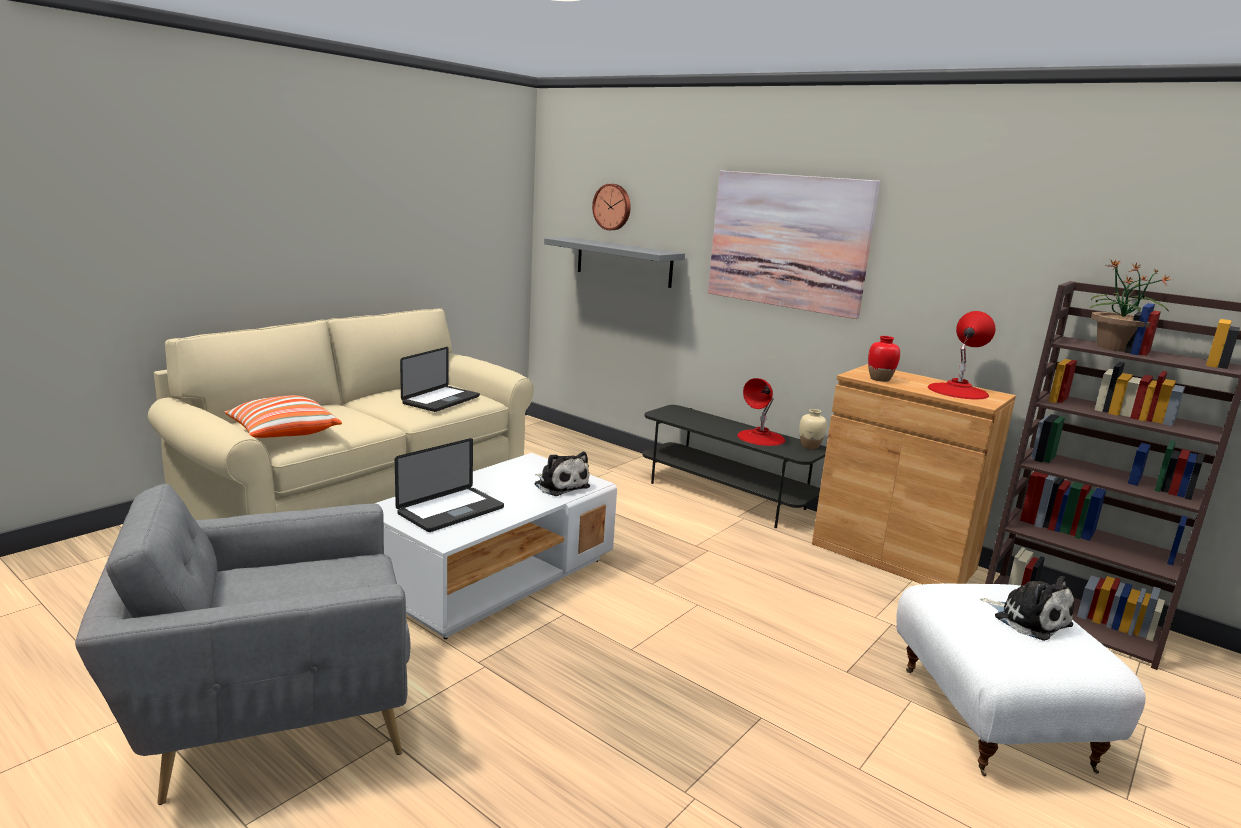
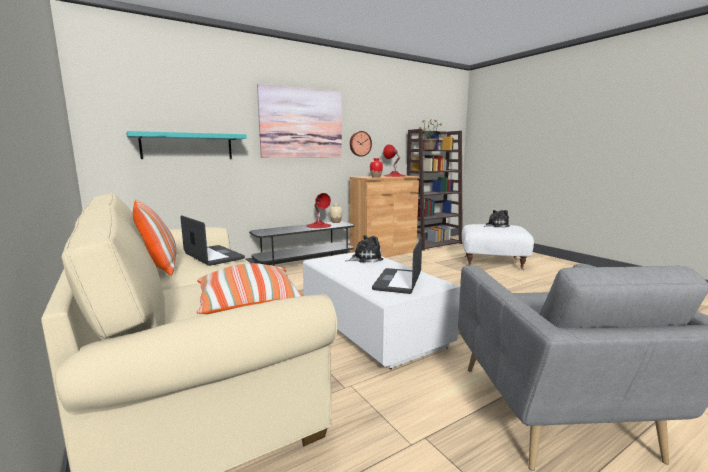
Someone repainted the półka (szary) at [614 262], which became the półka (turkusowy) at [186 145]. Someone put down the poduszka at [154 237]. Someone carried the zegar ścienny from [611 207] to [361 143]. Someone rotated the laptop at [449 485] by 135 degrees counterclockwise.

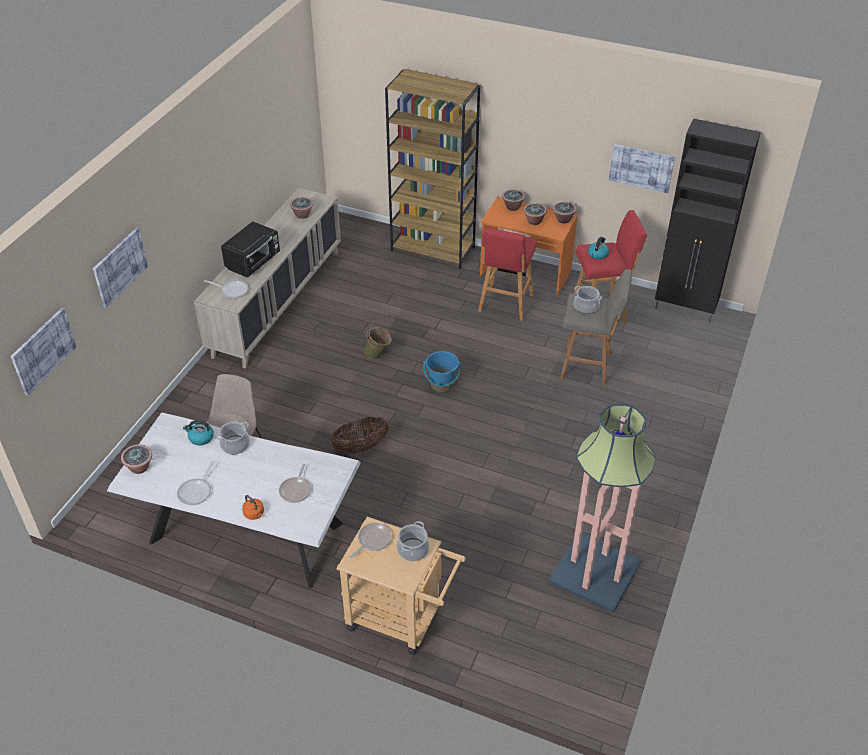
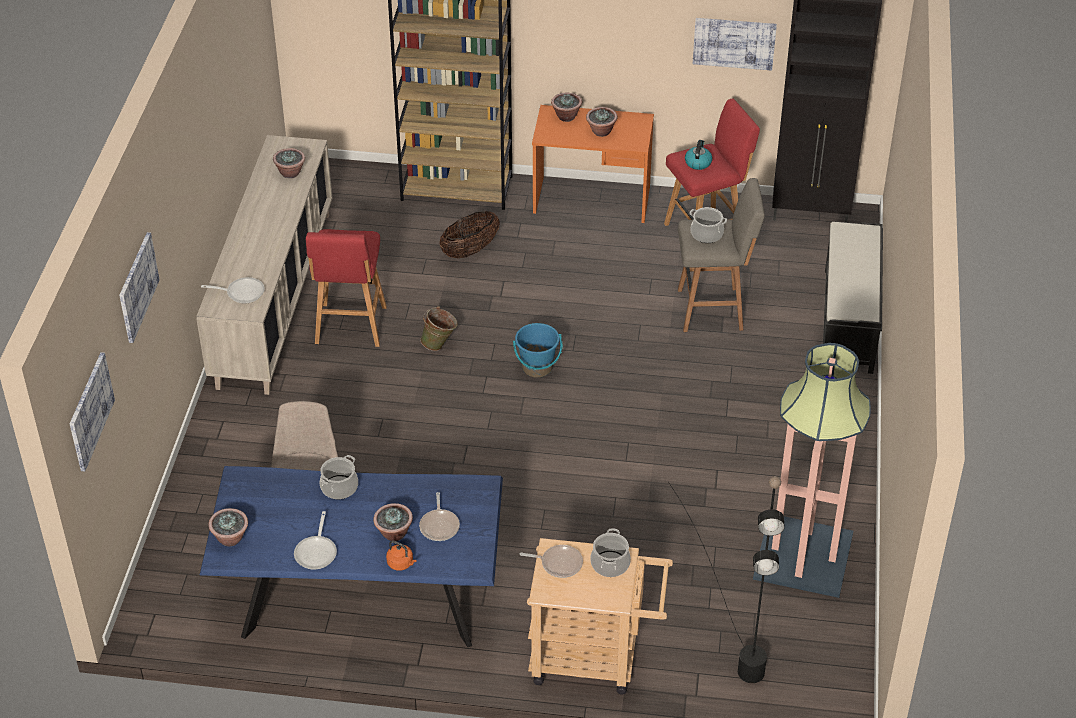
Someone repainted the stół jadalny (biały) at [234 500], which became the stół jadalny (niebieski) at [351 556]. Someone carried the stołek (czerwony) from [507 274] to [346 288]. Someone carried the roślina doniczkowa from [564 213] to [393 522]. Someone carried the koszyk from [359 435] to [469 234]. Someone rotated the patelnia at [370 540] by 75 degrees clockwise. Someone put down the lampa stojąca (czarny) at [726 579]. Someone put down the ławka (czarny) at [853 298]. Someone took away the czajnik at [198 432]. Someone took away the mikrofalówka (czarny) at [250 249].

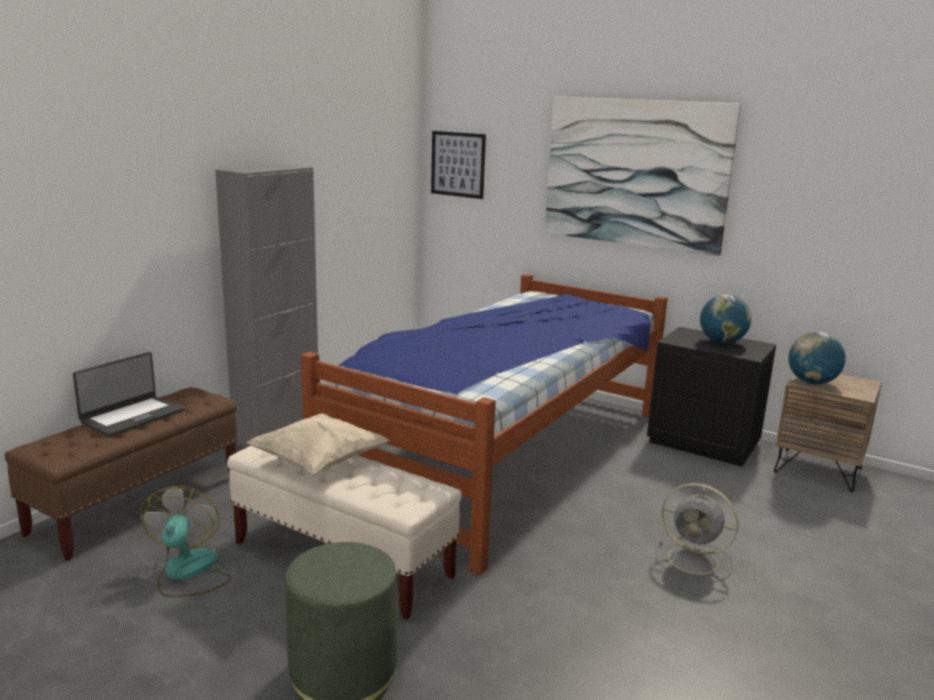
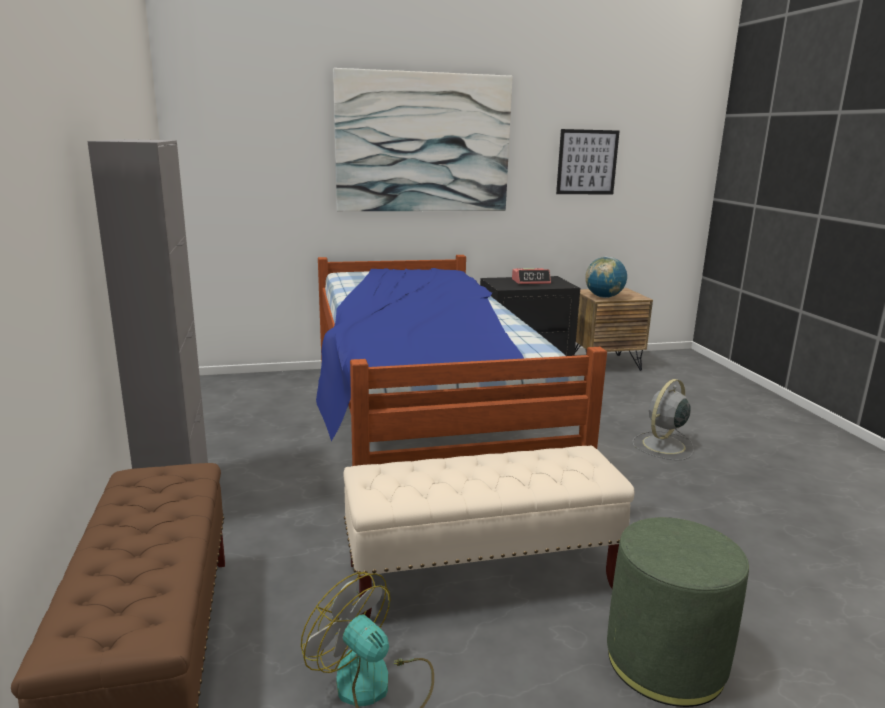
Someone swapped the globus at [726 319] for the budzik at [531 276]. Someone carried the obraz from [458 165] to [588 161]. Someone rotated the wentylator (szary) at [697 533] by 150 degrees clockwise. Someone took away the laptop at [128 394]. Someone took away the poduszka (beżowy) at [318 444].

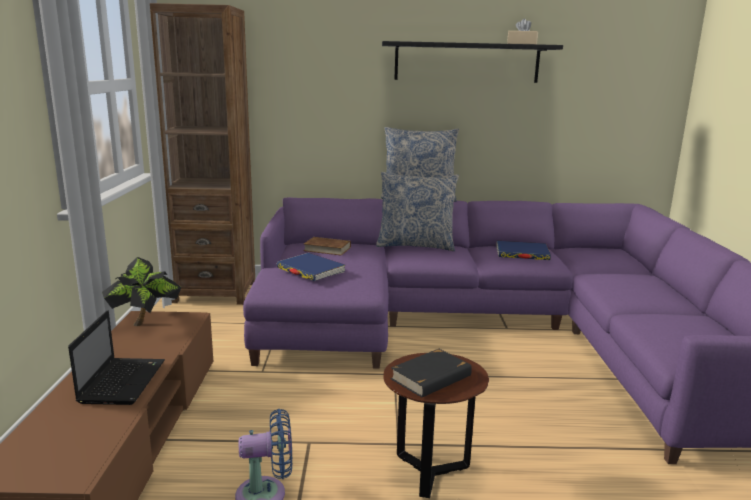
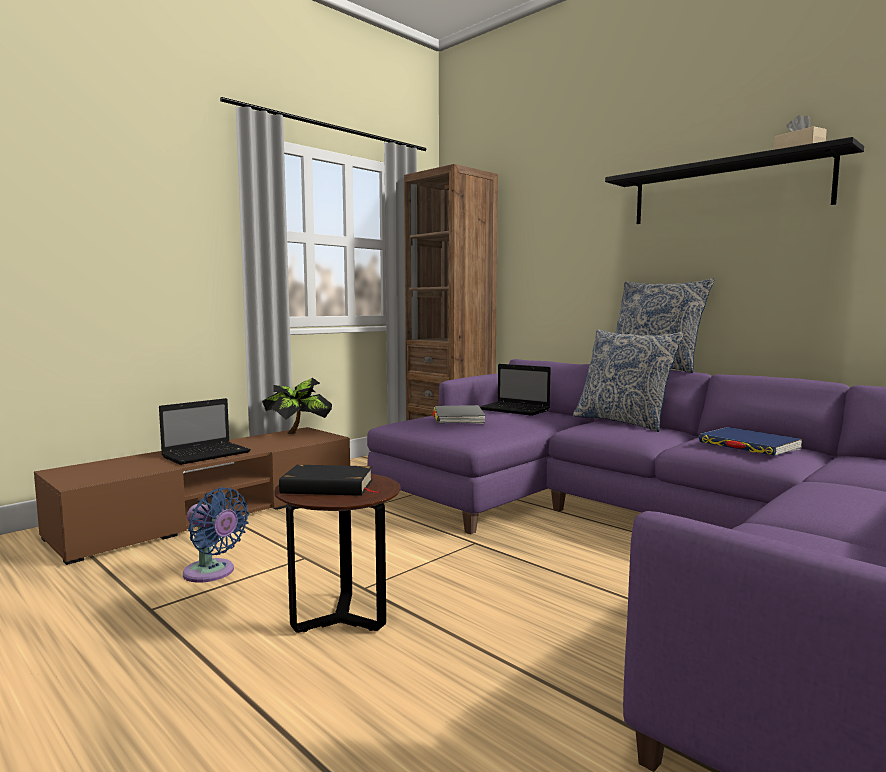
Someone repainted the książka (niebieski) at [310 267], which became the książka (szary) at [459 414]. Someone swapped the książka (brązowy) at [327 246] for the laptop at [515 390].

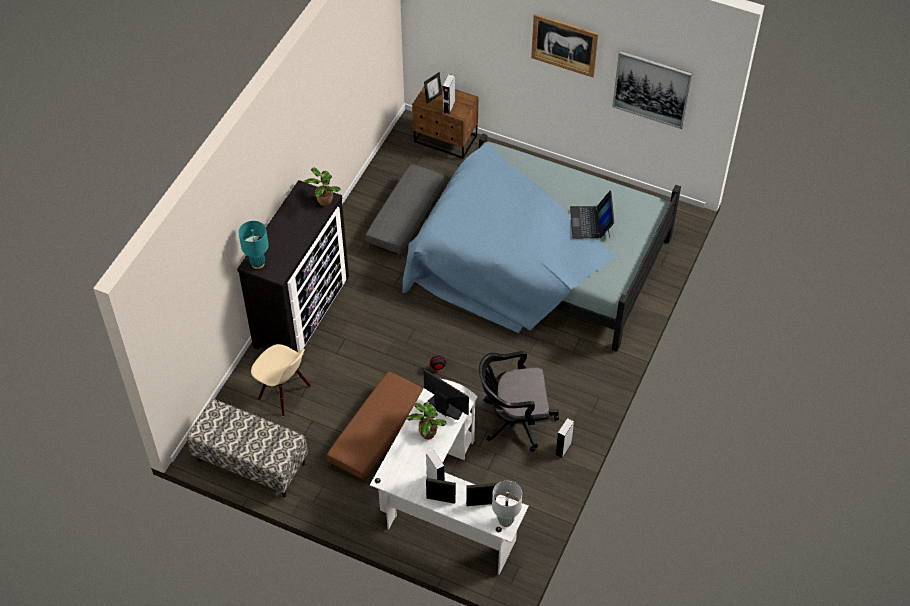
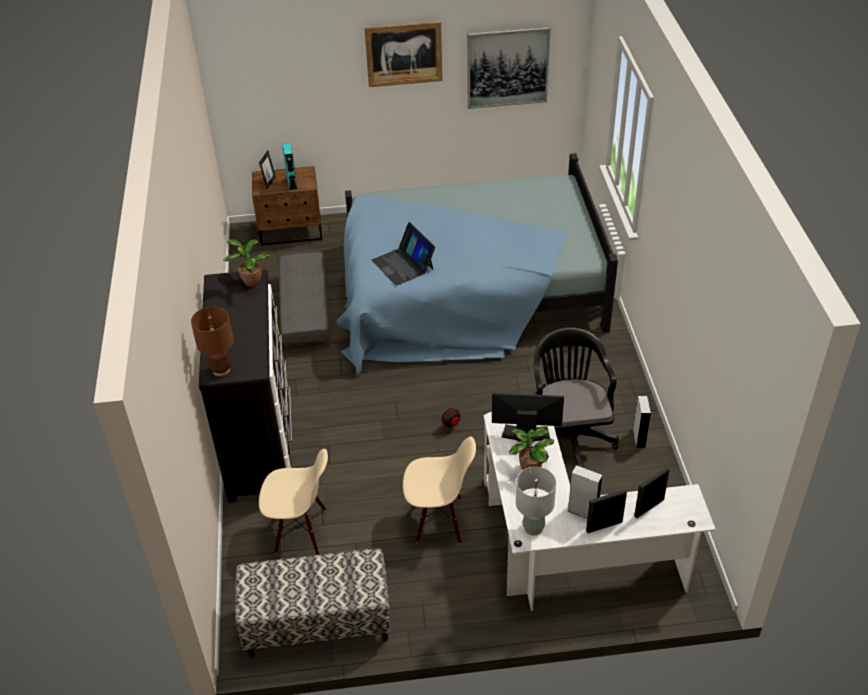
Someone repainted the lampa stołowa (turkusowy) at [254 245], which became the lampa stołowa (brązowy) at [212 341]. Someone repainted the głośnik (szary) at [449 94], which became the głośnik (turkusowy) at [289 167]. Someone carried the laptop from [592 214] to [403 254]. Someone swapped the pufa (brązowy) at [375 428] for the krzesło (beżowy) at [439 490]. Someone carried the lampa stołowa (szary) from [507 504] to [536 501]. Someone rotated the krzesło biurowe (czarny) at [519 401] by 120 degrees clockwise.

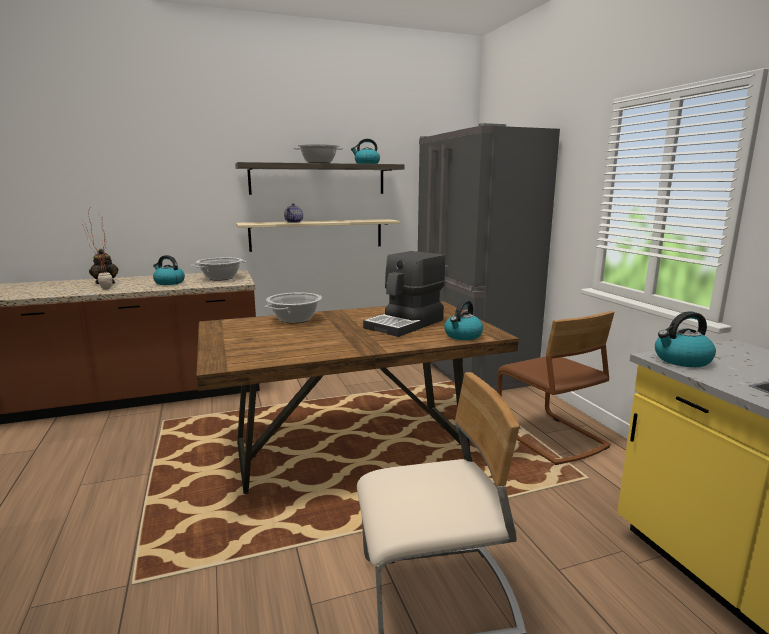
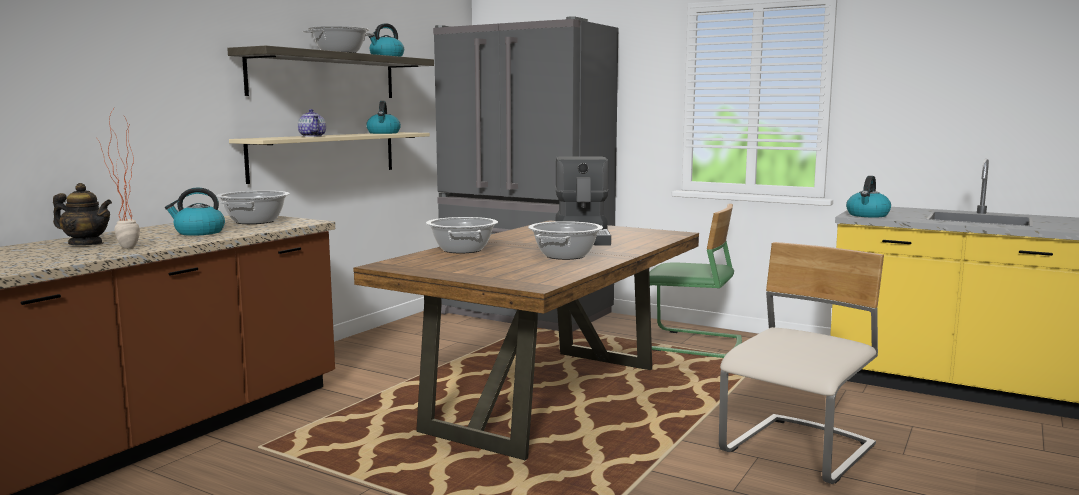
Someone carried the czajnik from [463 320] to [383 117]. Someone put down the garnek at [565 240]. Someone repainted the krzesło (brązowy) at [556 388], which became the krzesło (zielony) at [695 281].

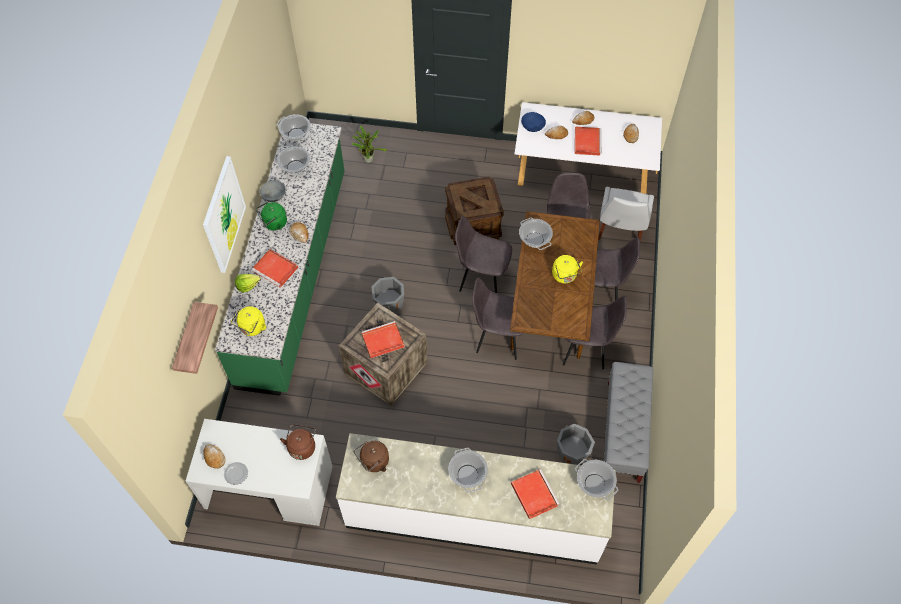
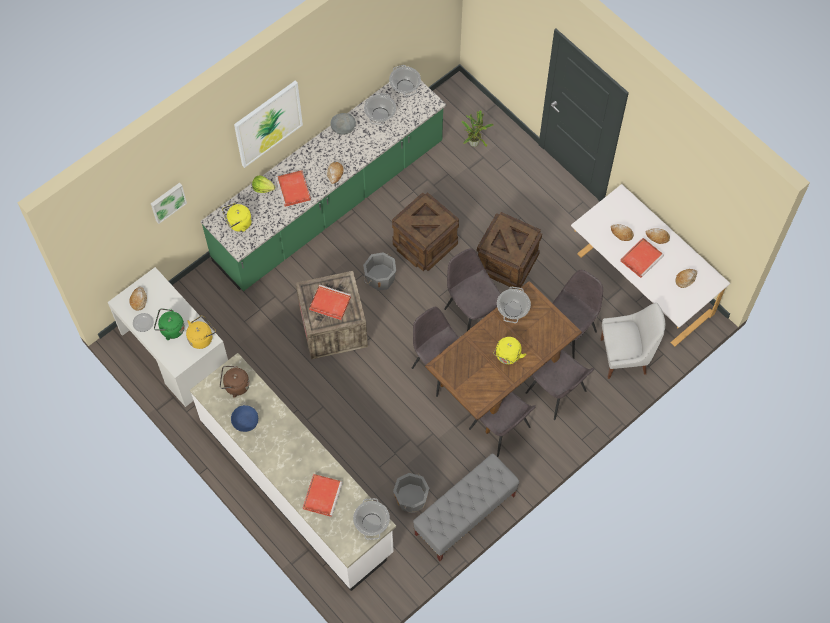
Someone swapped the półka at [195 338] for the obraz at [169 203]. Someone carried the czajnik (zielony) from [271 216] to [169 324]. Someone repainted the czajnik (brązowy) at [298 442], which became the czajnik (żółty) at [201 332]. Someone carried the miska (niebieski) from [533 122] to [244 418]. Someone put down the skrzynka at [425 231]. Someone rotated the krzesło (biały) at [626 214] by 150 degrees counterclockwise. Someone took away the garnek at [468 470].

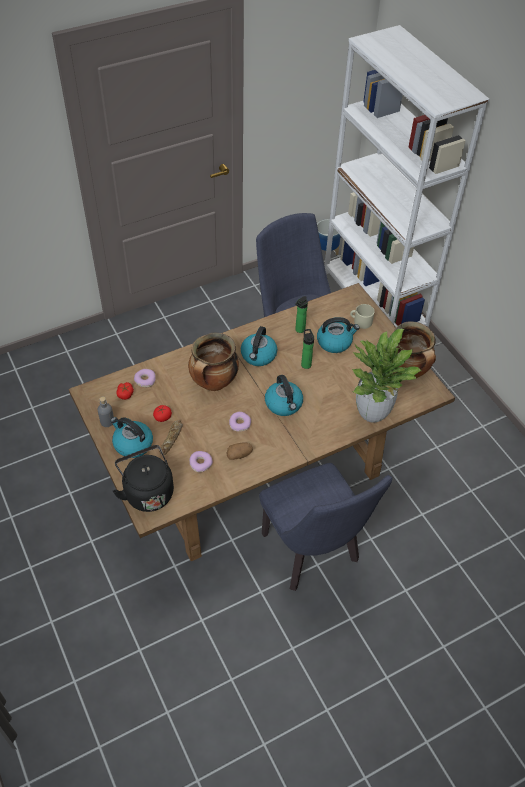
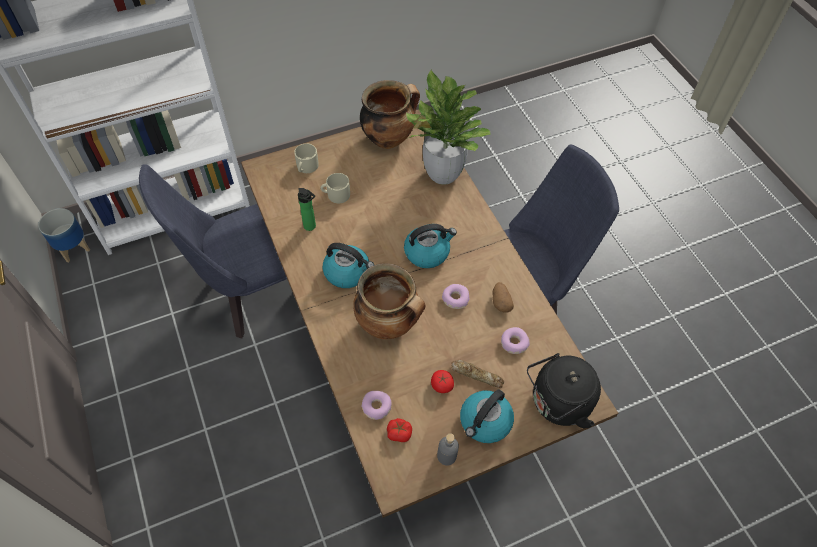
Someone swapped the czajnik at [338 335] for the kubek (beżowy) at [335 188]. Someone took away the butelka at [307 349].

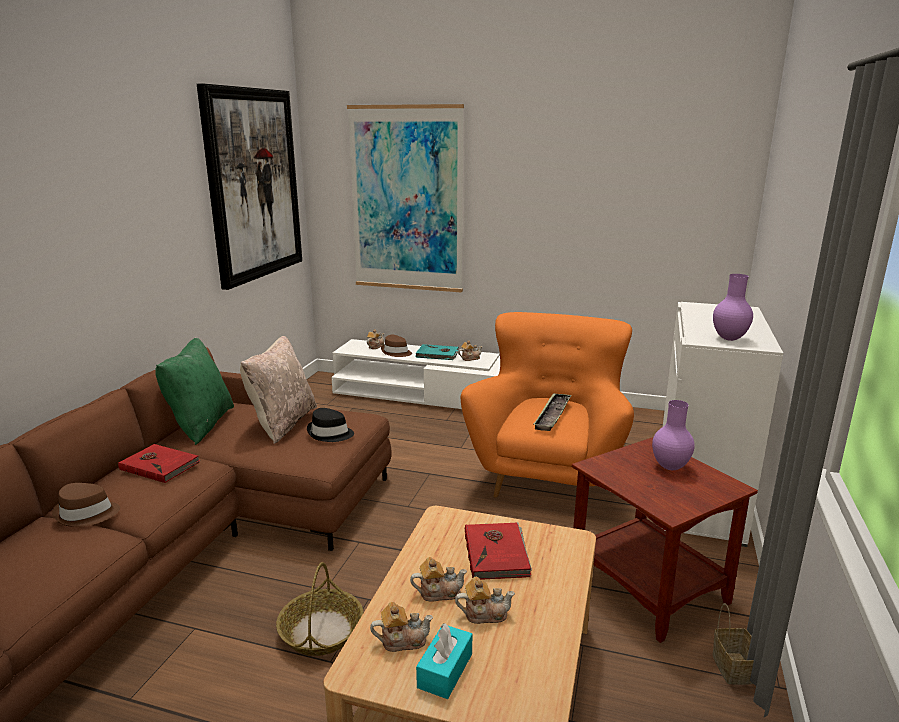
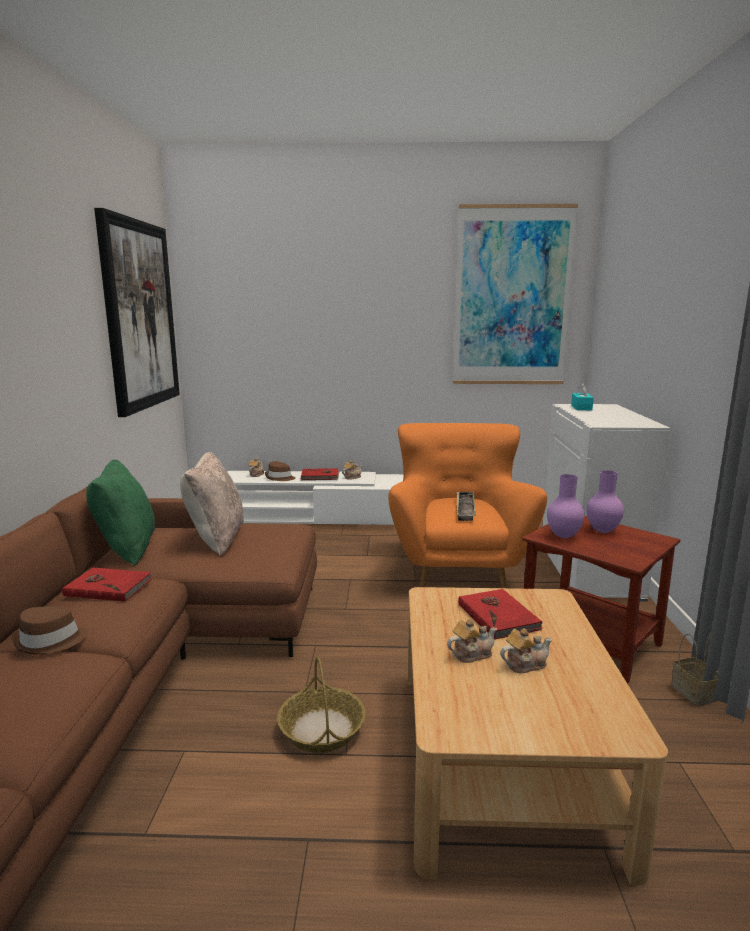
Someone repainted the książka (turkusowy) at [437 352], which became the książka (czerwony) at [320 474]. Someone carried the obraz from [405 198] to [515 294]. Someone carried the wazon (fioletowy) from [733 307] to [565 506]. Someone carried the pudełko chusteczek (turkusowy) from [444 661] to [582 397]. Someone took away the kapelusz (czarny) at [330 425]. Someone took away the imbryk at [401 627].

